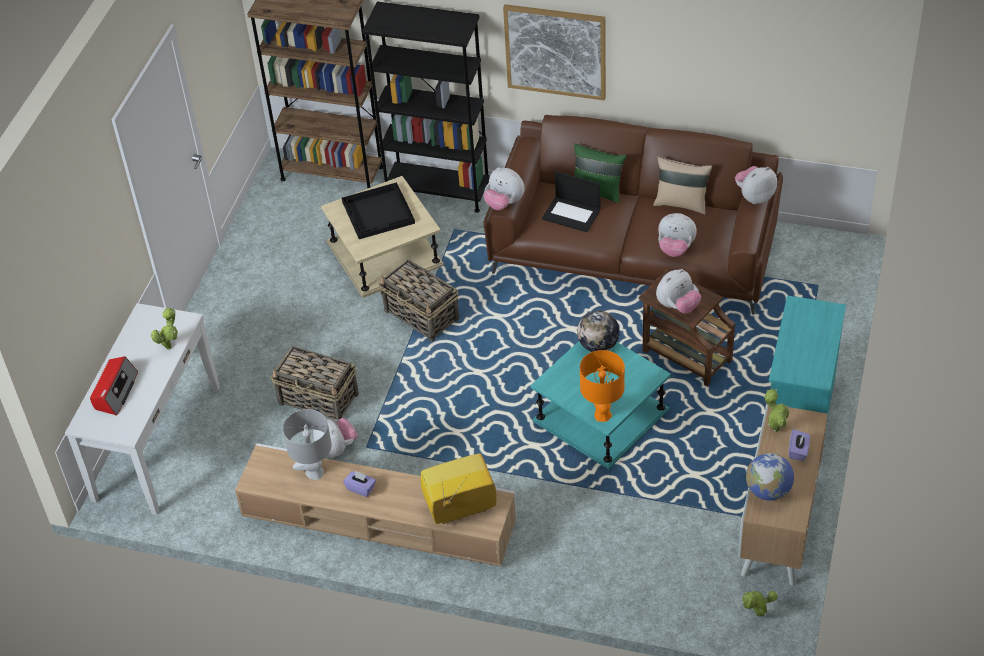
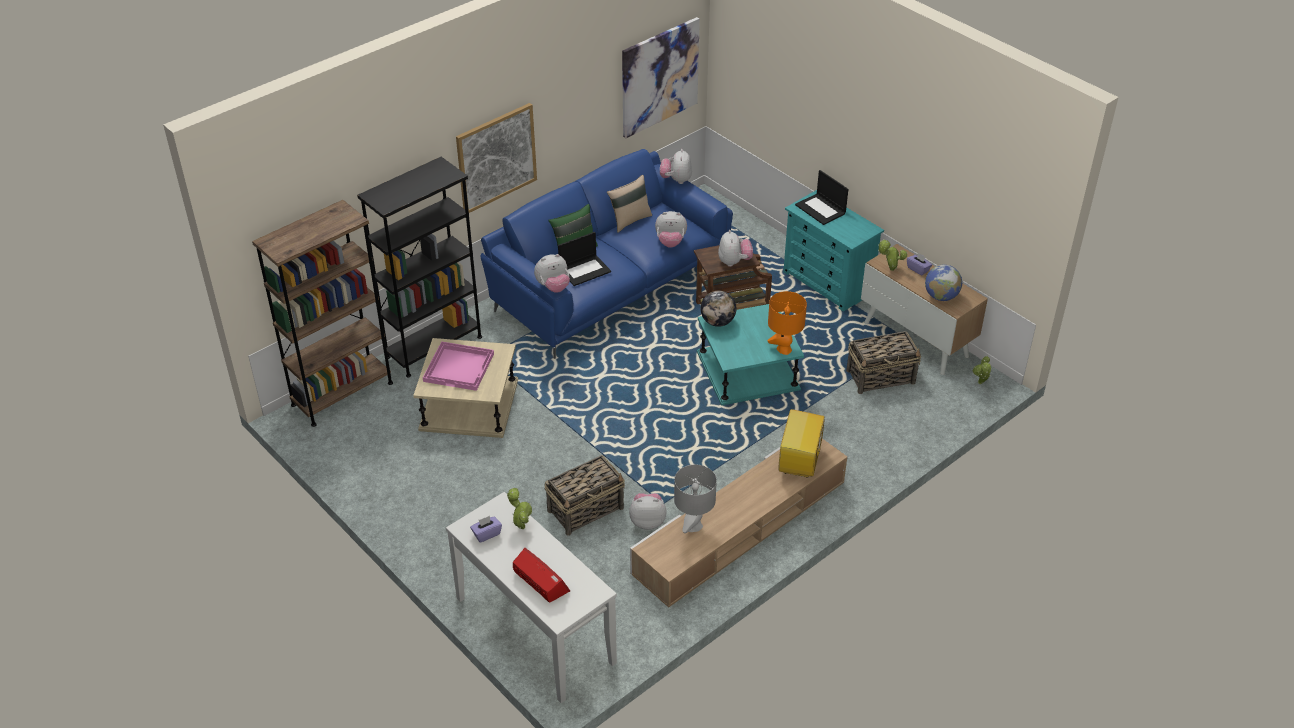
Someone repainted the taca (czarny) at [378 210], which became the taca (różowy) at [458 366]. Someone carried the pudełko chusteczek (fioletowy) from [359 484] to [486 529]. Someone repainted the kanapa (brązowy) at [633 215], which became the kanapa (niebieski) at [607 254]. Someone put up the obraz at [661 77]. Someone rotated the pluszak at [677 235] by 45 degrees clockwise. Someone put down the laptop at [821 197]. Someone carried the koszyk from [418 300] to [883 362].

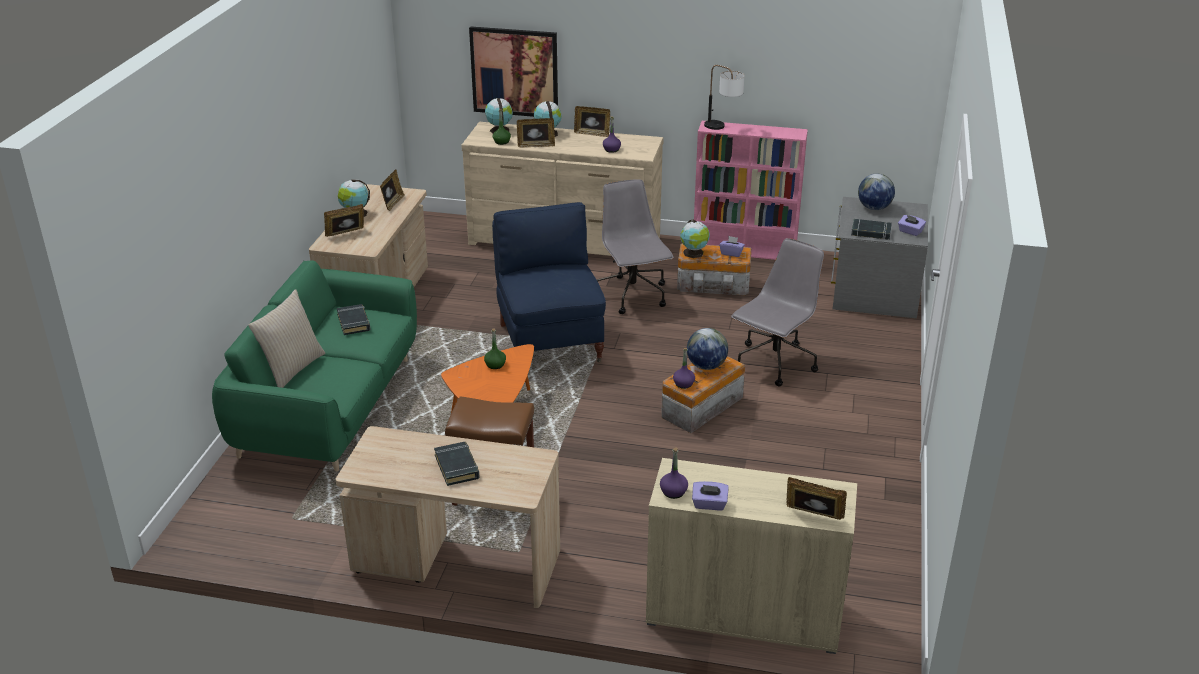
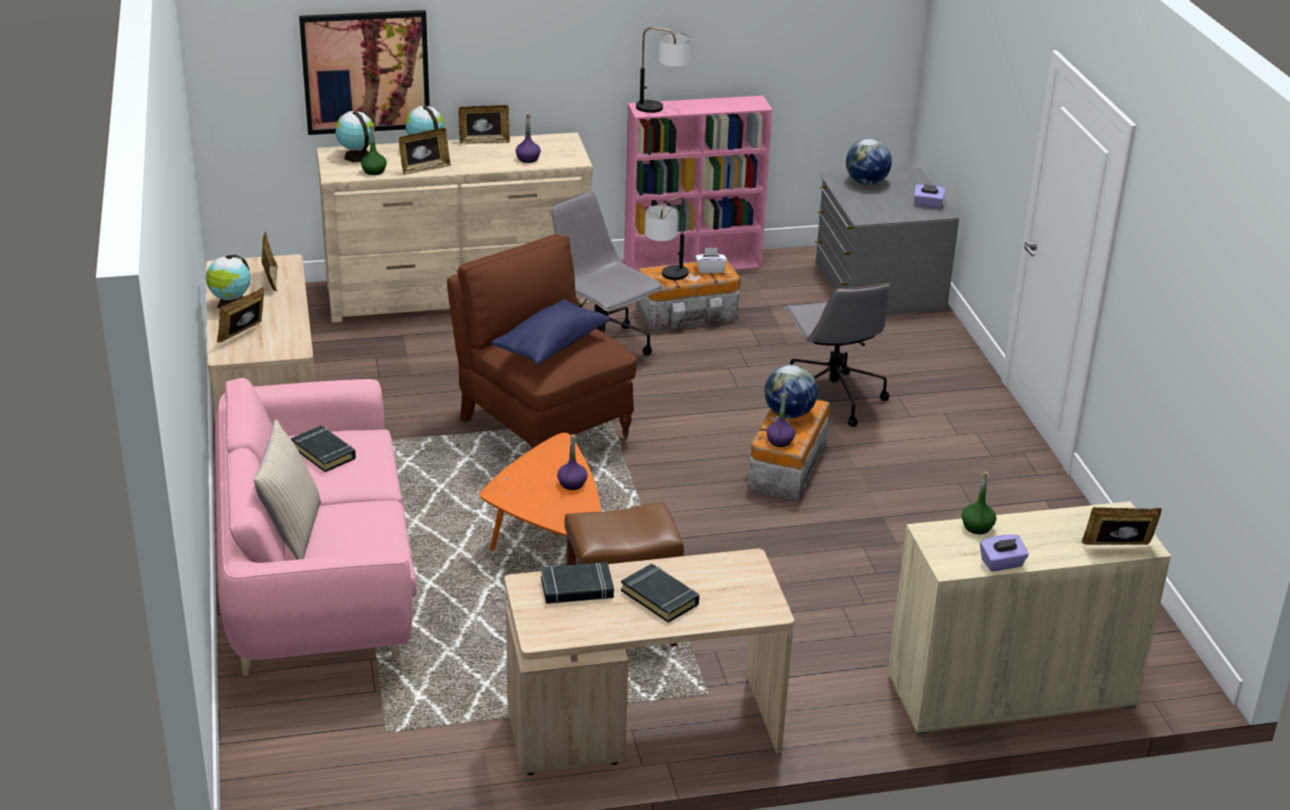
Someone repainted the kanapa (zielony) at [314 365], which became the kanapa (różowy) at [316 527]. Someone repainted the fotel (niebieski) at [549 282], which became the fotel (brązowy) at [542 341]. Someone put down the poduszka (niebieski) at [550 332]. Someone carried the książka (czarny) from [871 229] to [577 583]. Someone carried the butelka (fioletowy) from [674 473] to [572 462]. Someone swapped the globus at [695 239] for the lampa stołowa at [667 238]. Someone repainted the pudełko chusteczek (fioletowy) at [732 246], which became the pudełko chusteczek (biały) at [711 260]. Someone rotated the krzesło biurowe (szary) at [777 312] by 150 degrees clockwise. Someone carried the butelka (zielony) from [495 348] to [979 502].

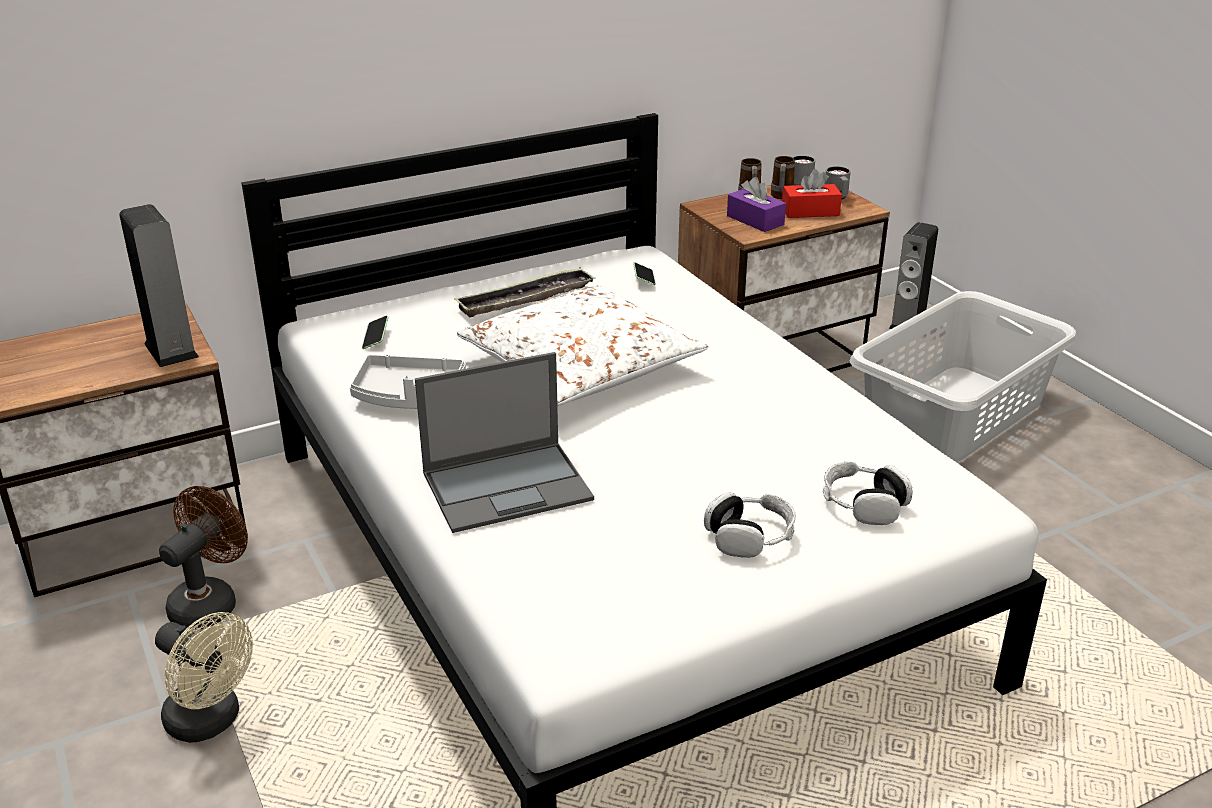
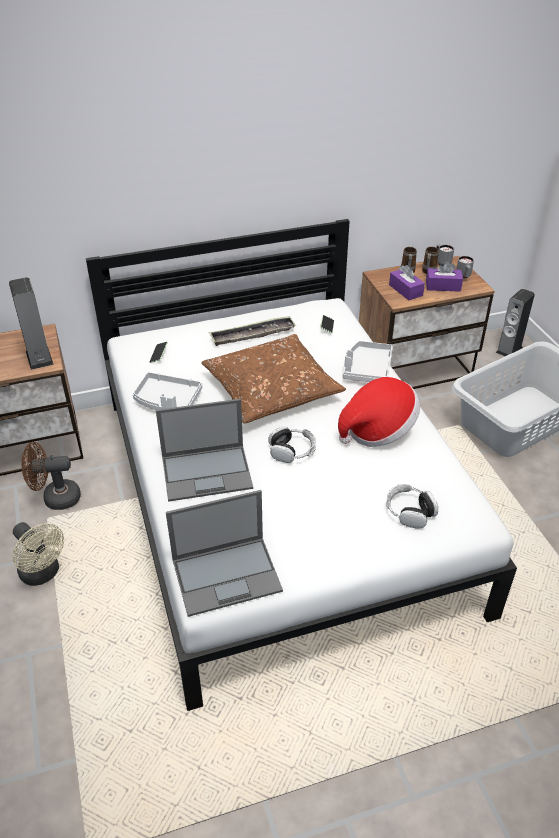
Someone rotated the wentylator (brązowy) at [203 557] by 135 degrees counterclockwise. Someone put down the laptop at [224 553]. Someone repainted the poduszka (biały) at [583 345], which became the poduszka (brązowy) at [273 378]. Someone carried the słuchawki from [750 525] to [292 444]. Someone put down the kapelusz at [379 412]. Someone put down the taca (szary) at [368 361]. Someone repainted the pudełko chusteczek (czerwony) at [812 193], which became the pudełko chusteczek (fioletowy) at [444 276].

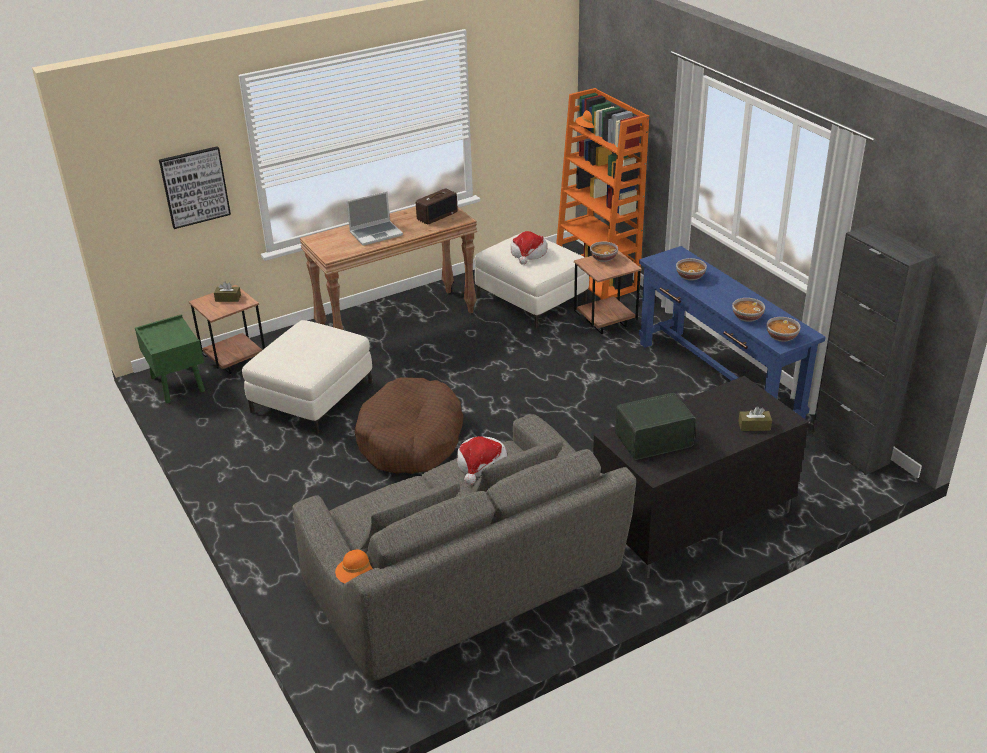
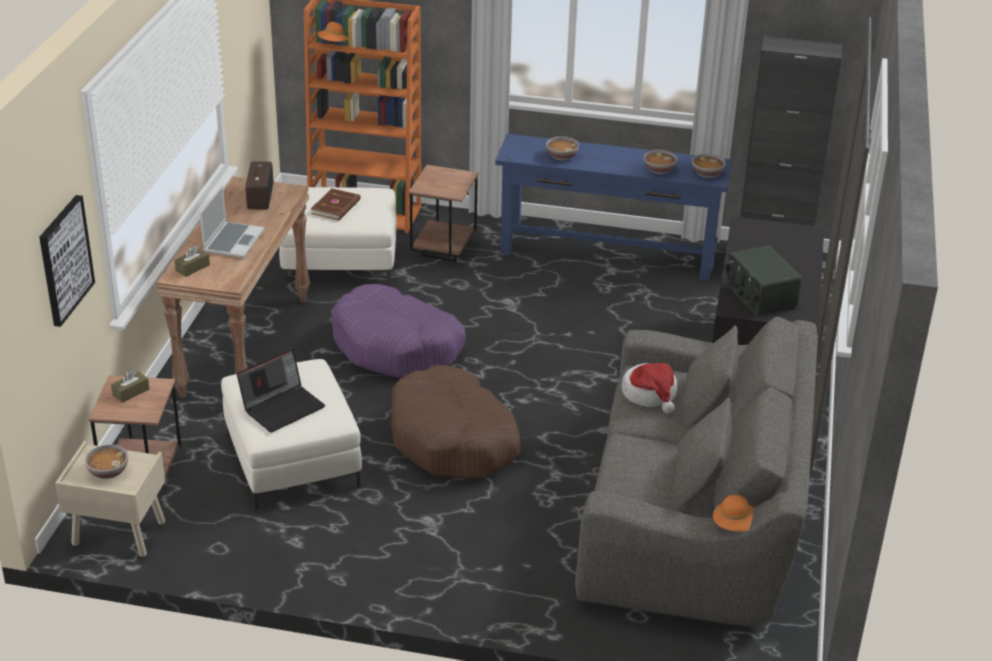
Someone repainted the szafka nocna (zielony) at [170 358], which became the szafka nocna (beżowy) at [110 499]. Someone carried the miska from [604 251] to [106 461]. Someone carried the pudełko chusteczek (brązowy) from [755 418] to [192 261]. Someone put down the laptop at [281 391]. Someone swapped the kapelusz at [528 248] for the książka (brązowy) at [336 204]. Someone put down the legowisko (fioletowy) at [398 331]. Someone rotated the radio at [655 426] by 45 degrees counterclockwise.

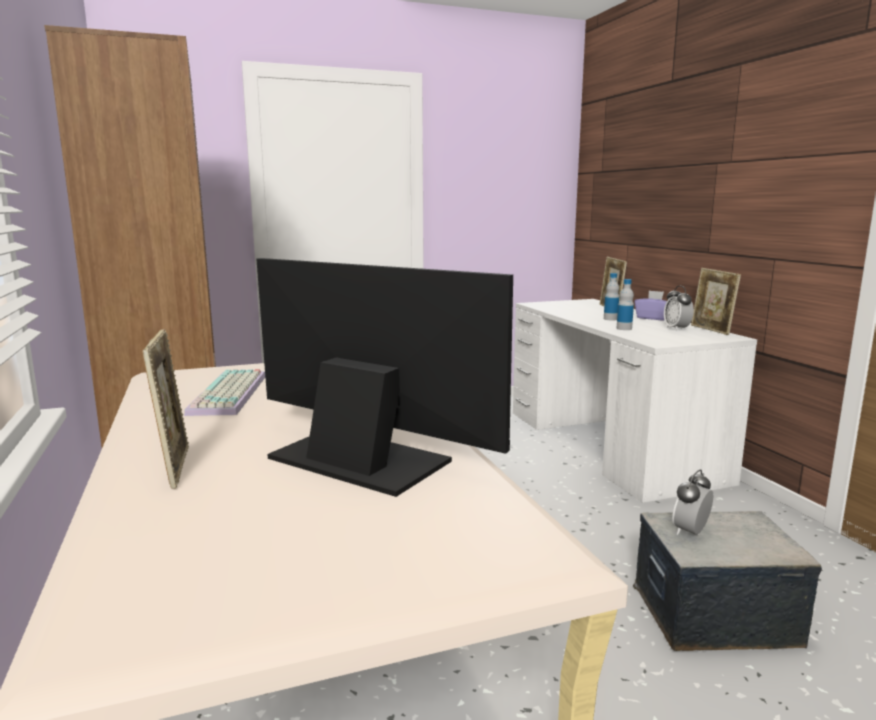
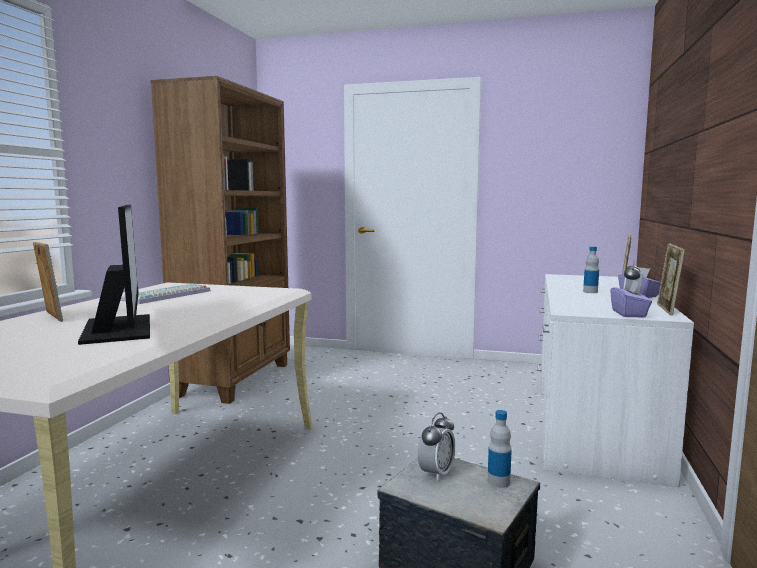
Someone rotated the ramka na zdjęcie at [165 409] by 60 degrees counterclockwise. Someone rotated the budzik at [693 502] by 135 degrees clockwise. Someone carried the butelka from [625 304] to [500 449]. Someone put down the pudełko chusteczek (fioletowy) at [631 299].

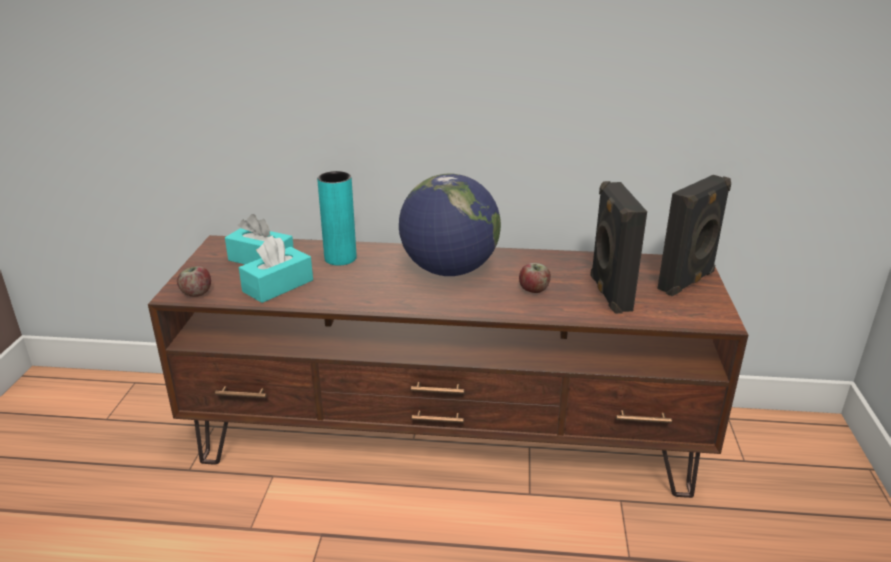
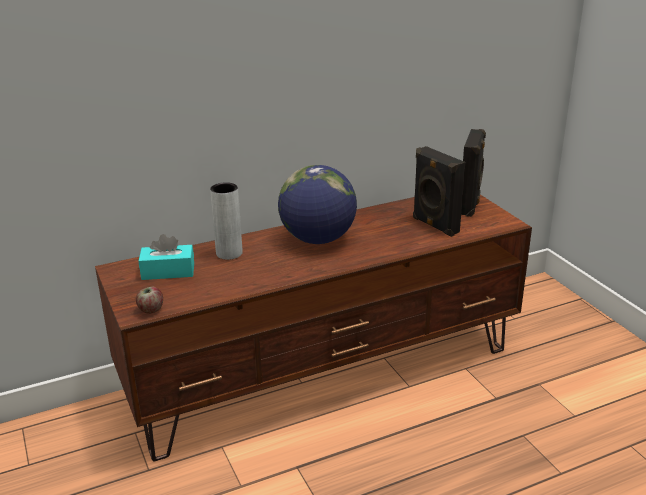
Someone repainted the wazon (turkusowy) at [336 218], which became the wazon (szary) at [226 221]. Someone took away the pudełko chusteczek (turkusowy) at [276 269]. Someone took away the jabłko at [535 278].

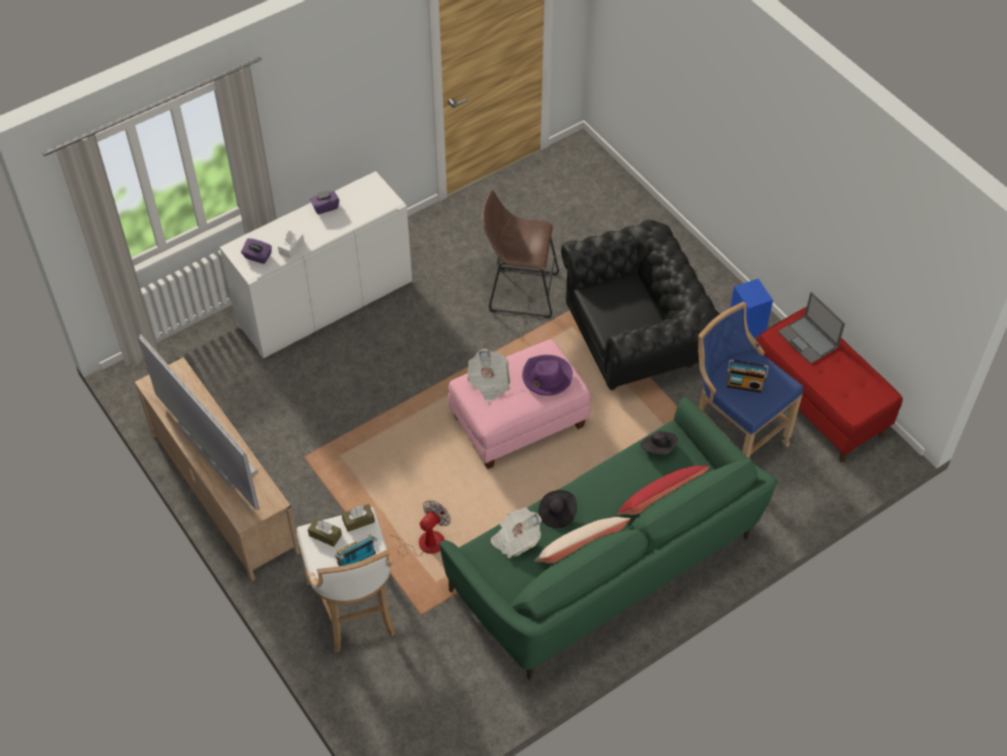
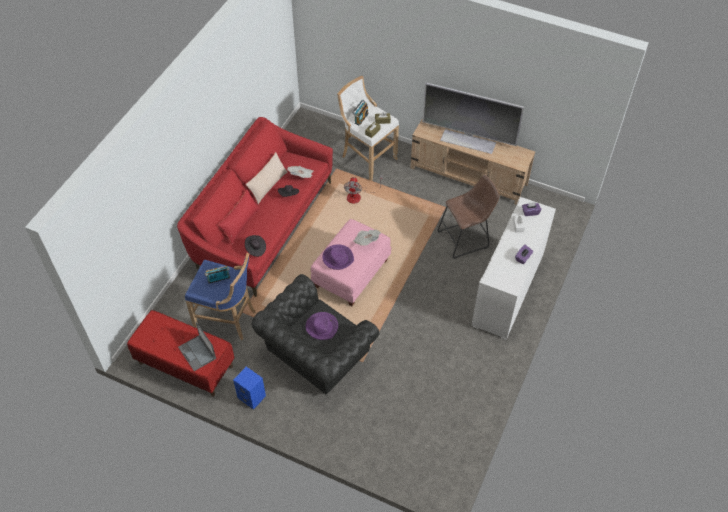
Someone repainted the kanapa (zielony) at [608 538], which became the kanapa (czerwony) at [255 207]. Someone rotated the laptop at [811 328] by 150 degrees counterclockwise. Someone put down the kapelusz (fioletowy) at [322 326]. Someone carried the stołek (brązowy) from [520 254] to [469 216].

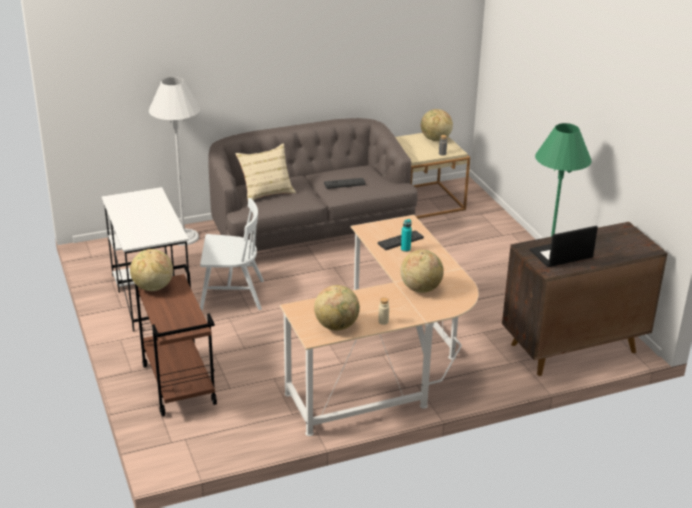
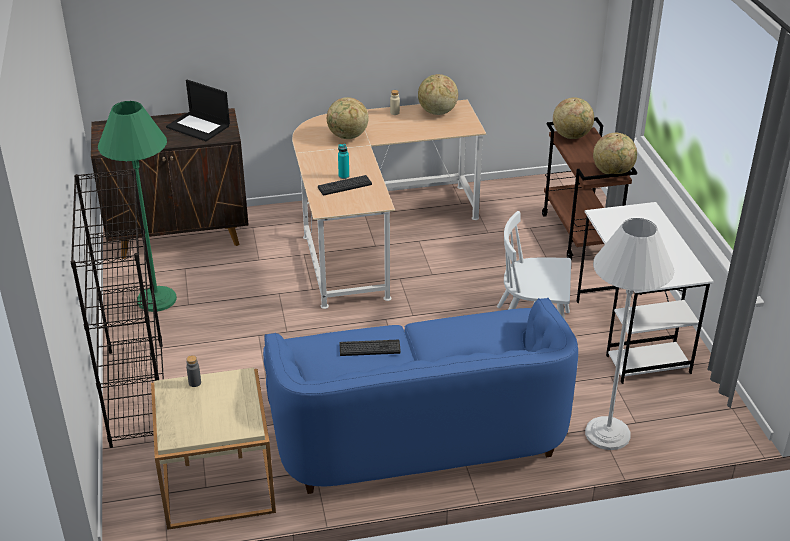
Someone put down the regał (czarny) at [117 308]. Someone rotated the laptop at [564 246] by 45 degrees clockwise. Someone repainted the kanapa (szary) at [313 184], which became the kanapa (niebieski) at [420 396]. Someone carried the globus from [437 125] to [573 118]. Someone took away the poduszka (beżowy) at [265 172].

